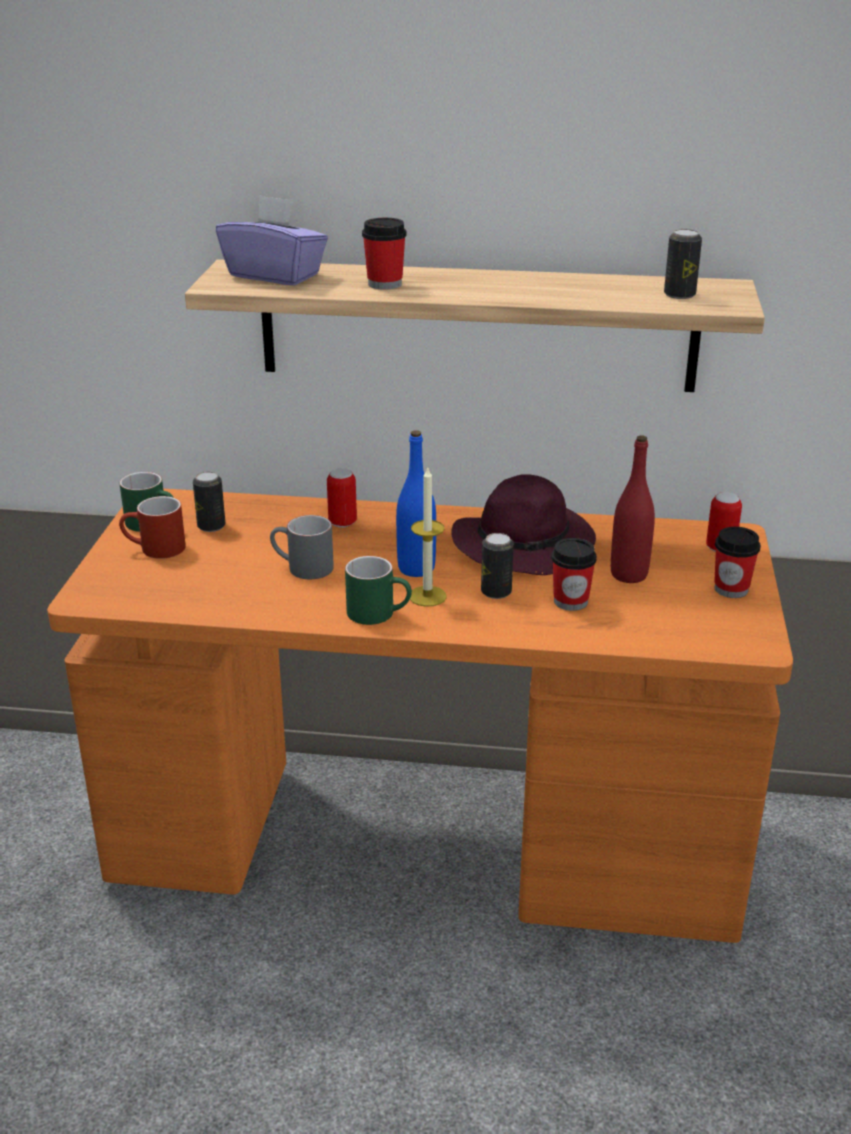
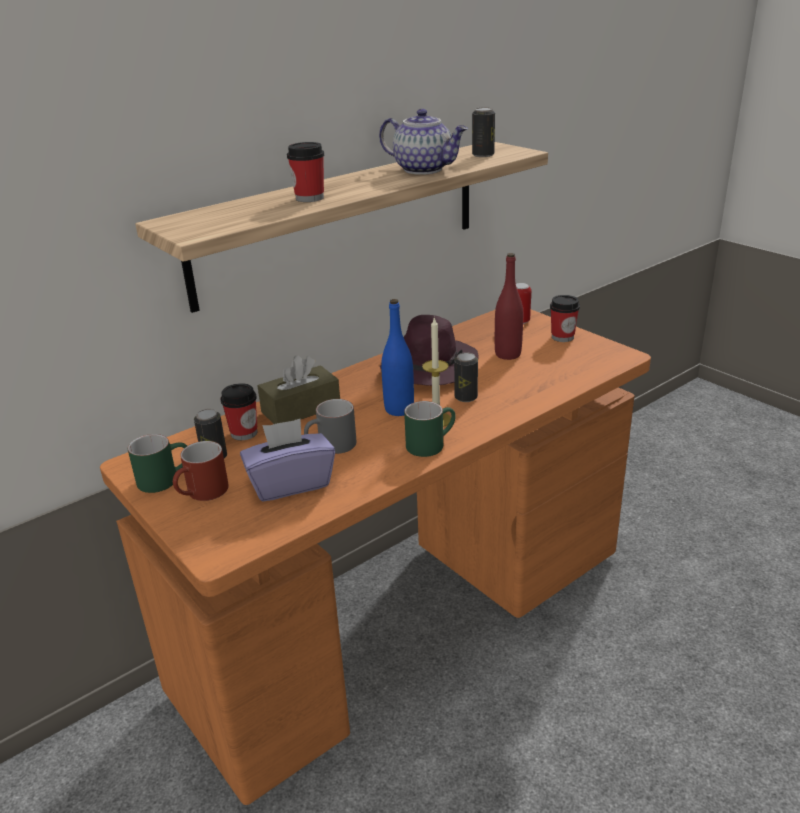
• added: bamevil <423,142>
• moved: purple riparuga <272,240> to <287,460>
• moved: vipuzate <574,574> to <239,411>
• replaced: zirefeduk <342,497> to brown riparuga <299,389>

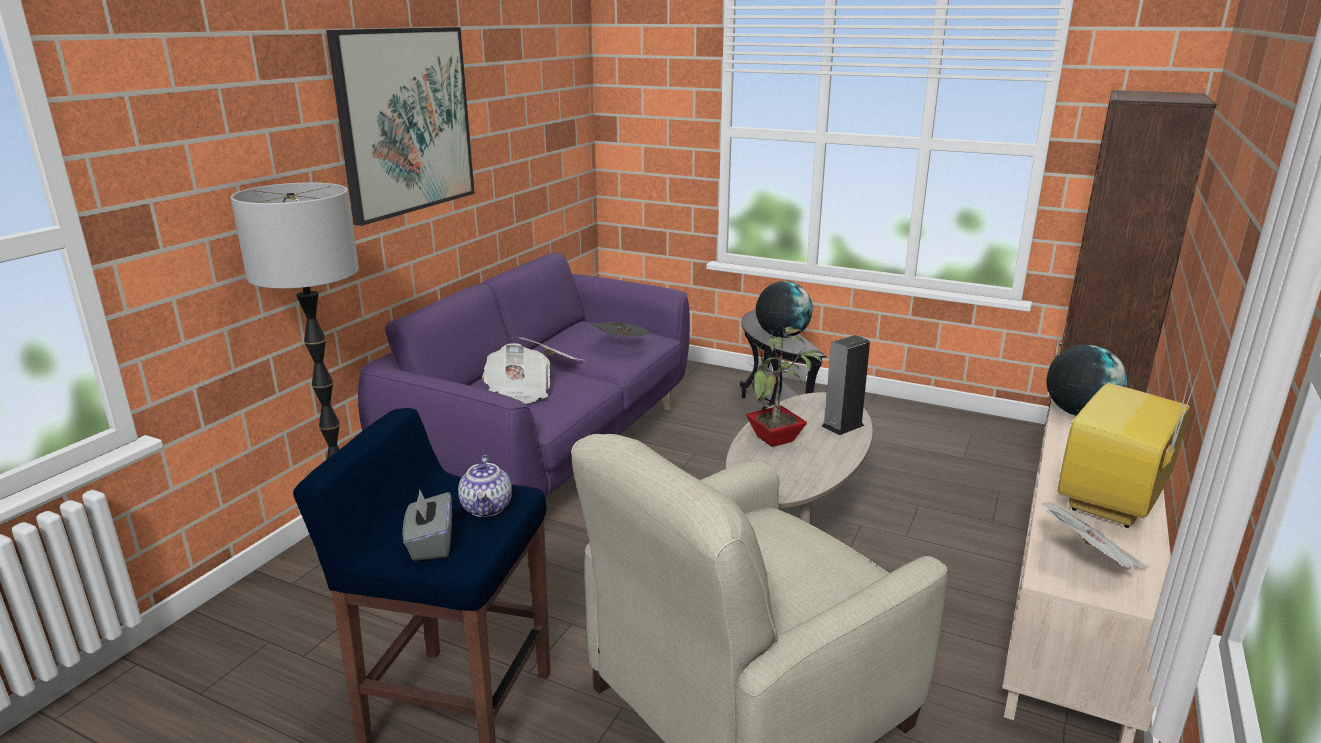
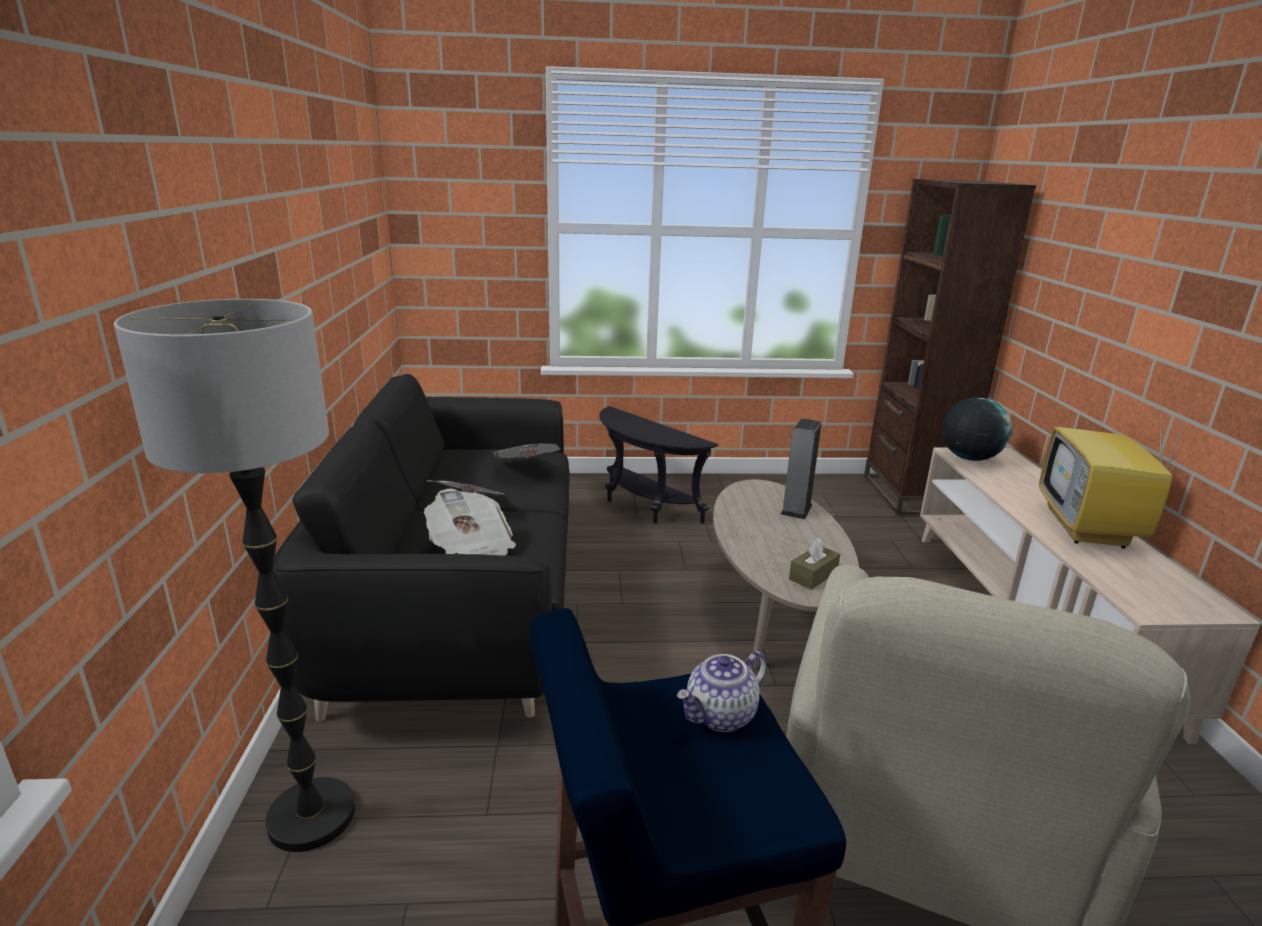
• removed: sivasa <400,126>
• removed: grey riparuga <427,525>
• removed: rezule <785,386>
• removed: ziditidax <784,309>
• removed: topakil <1096,536>
• added: brown riparuga <814,563>
• recoloured: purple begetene <524,374> to black begetene <421,547>
• turned: bamevil <485,486> = <722,691> 90 degrees clockwise

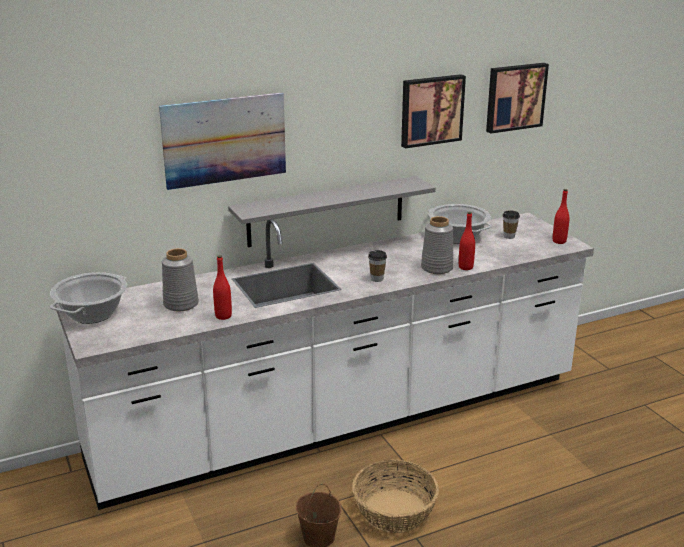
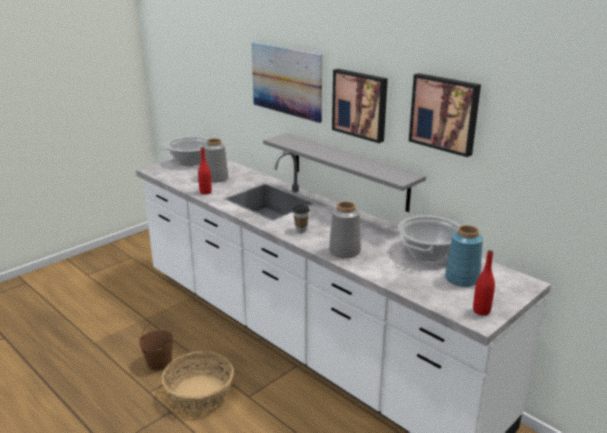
• removed: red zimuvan <467,241>
• moved: sivasa <517,98> to <360,106>
• replaced: vipuzate <511,224> to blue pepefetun <464,256>

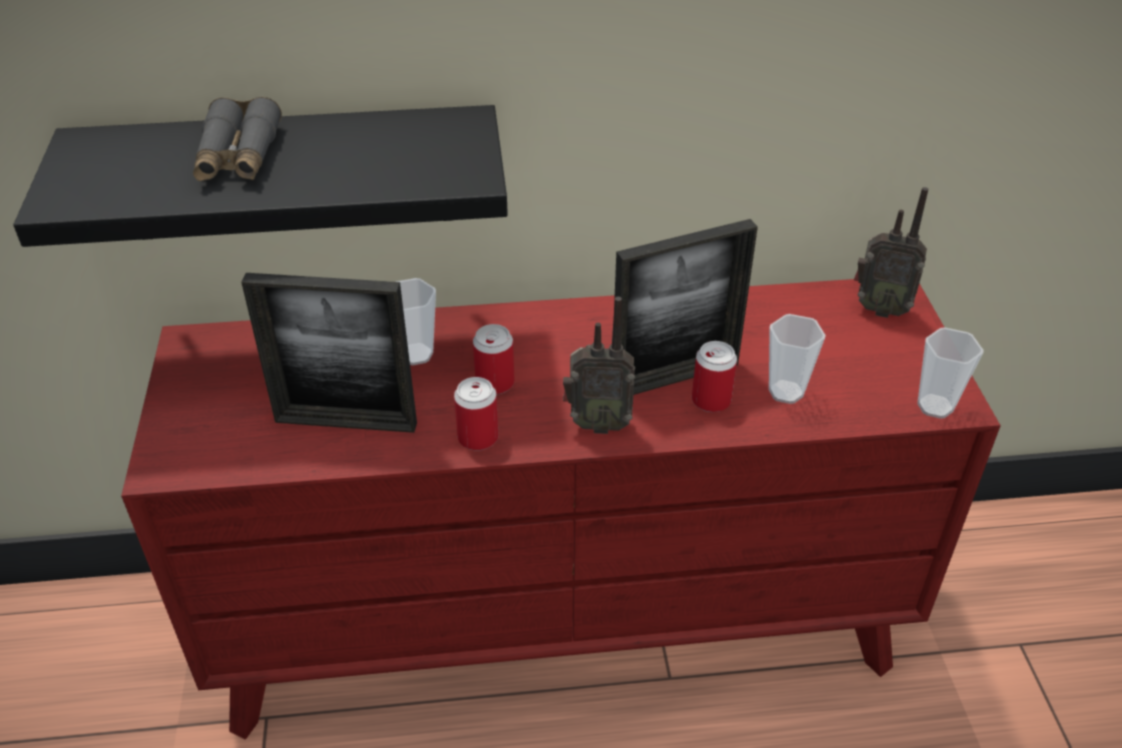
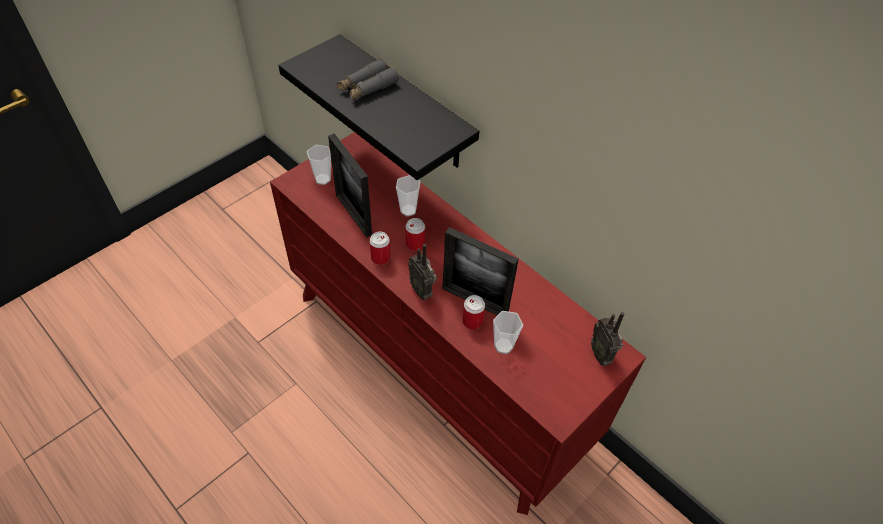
• moved: vipuzate <950,373> to <319,165>

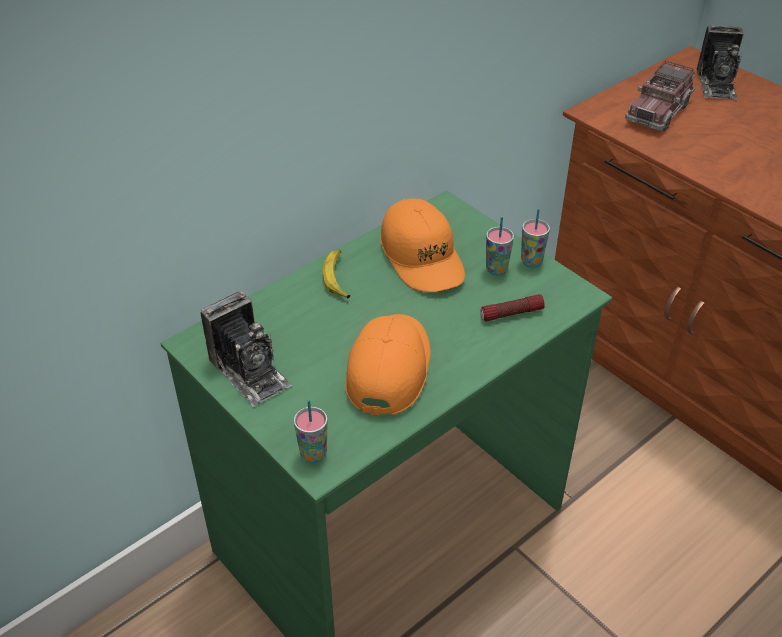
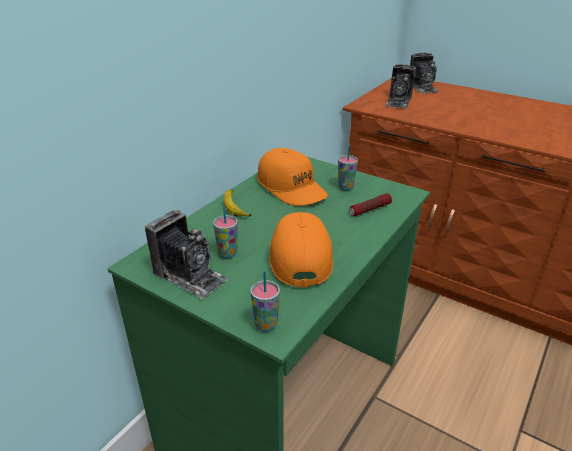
• moved: vipuzate <535,238> to <225,231>
• replaced: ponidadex <660,96> to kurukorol <401,86>

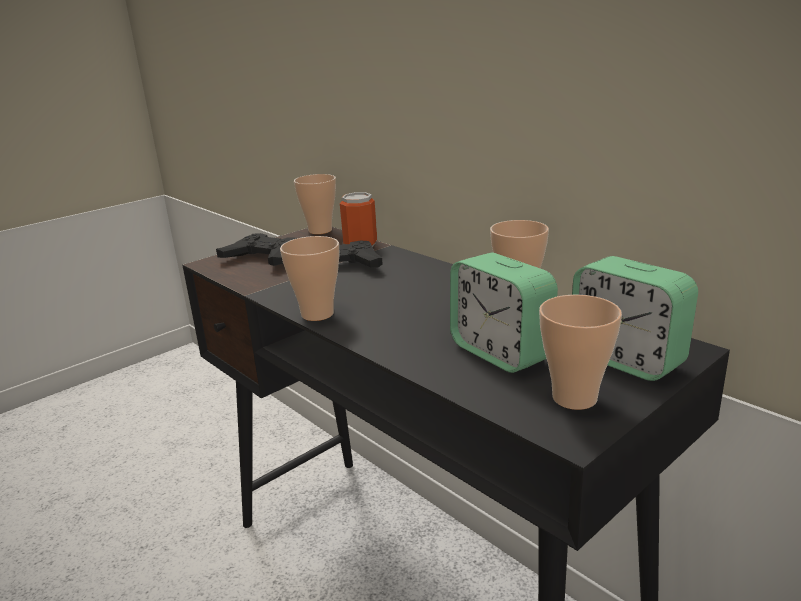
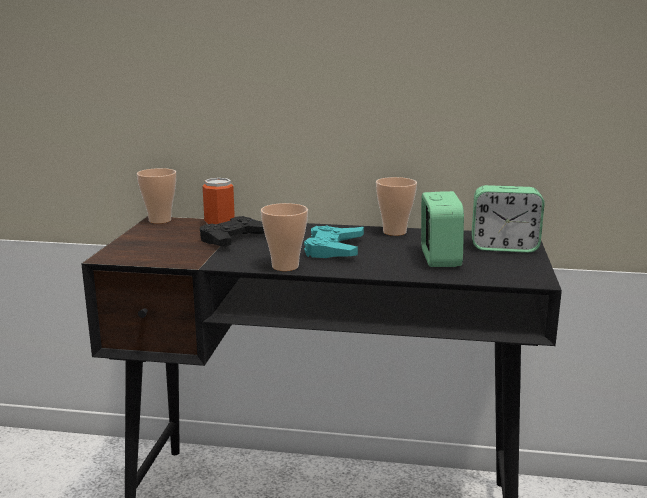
• removed: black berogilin <256,249>
• removed: vipuzate <580,352>
• added: turquoise berogilin <334,242>
• turned: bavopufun <504,313> = <442,229> 105 degrees counterclockwise

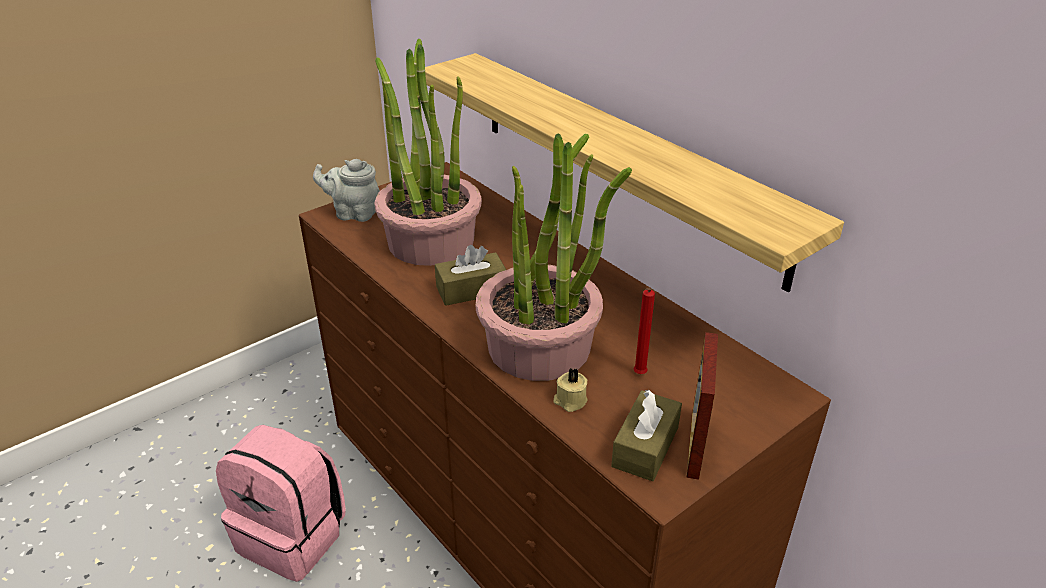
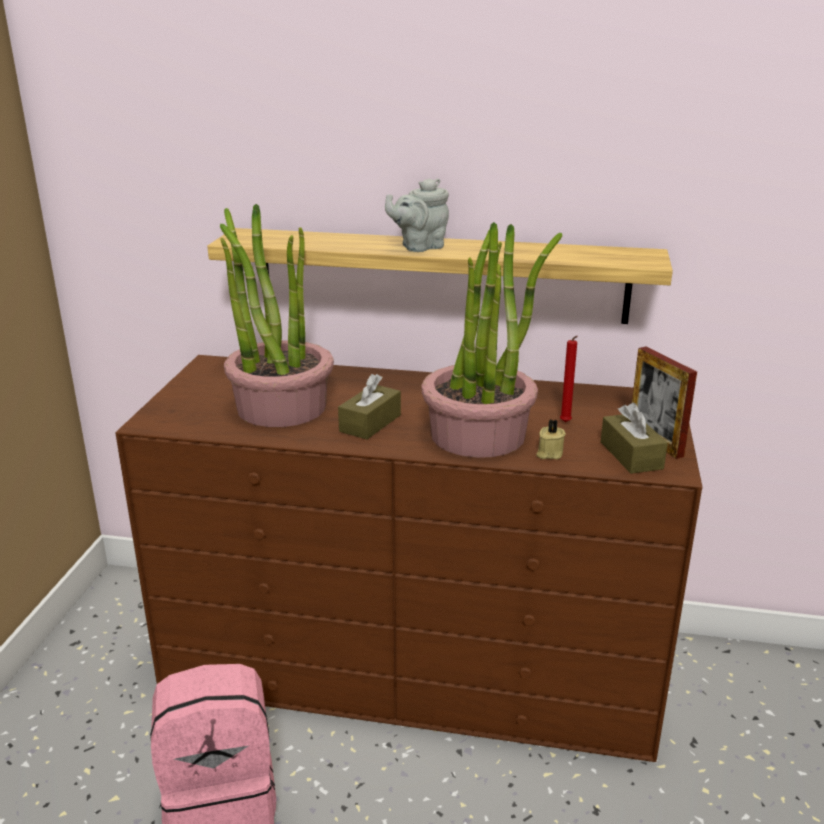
• moved: grey bamevil <346,190> to <417,215>

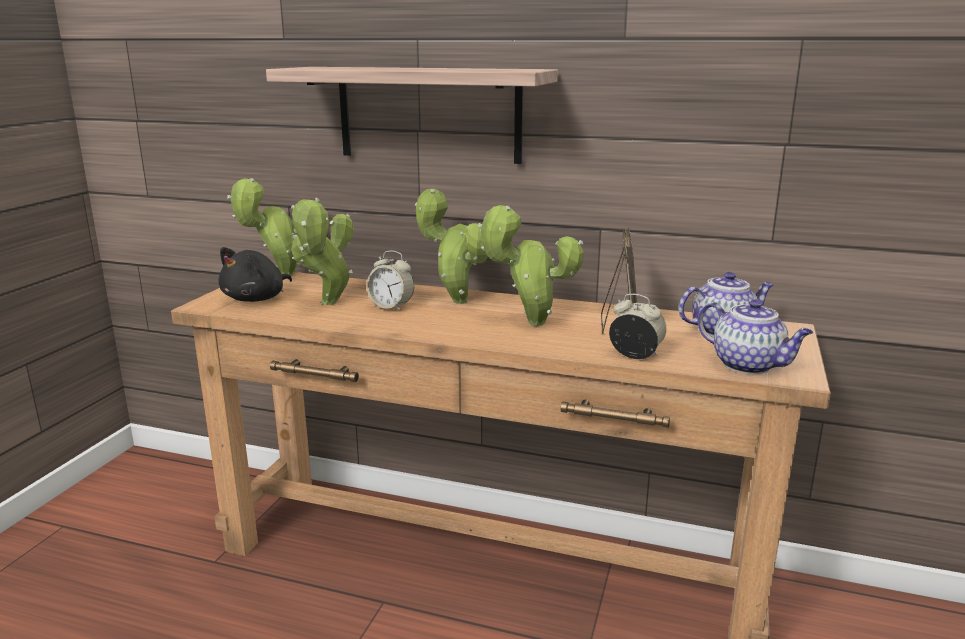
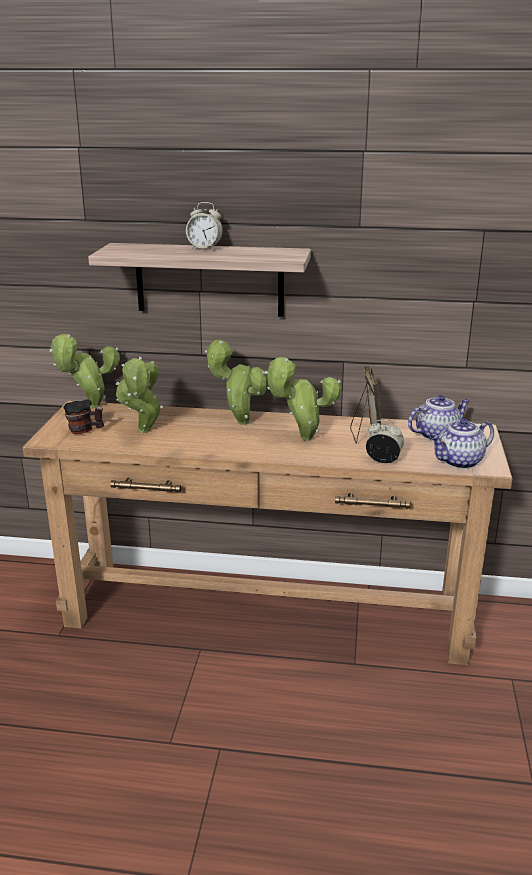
• moved: bavopufun <390,280> to <204,226>
• replaced: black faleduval <255,274> to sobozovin <84,417>
• turned: bamevil <755,336> = <462,443> 120 degrees clockwise

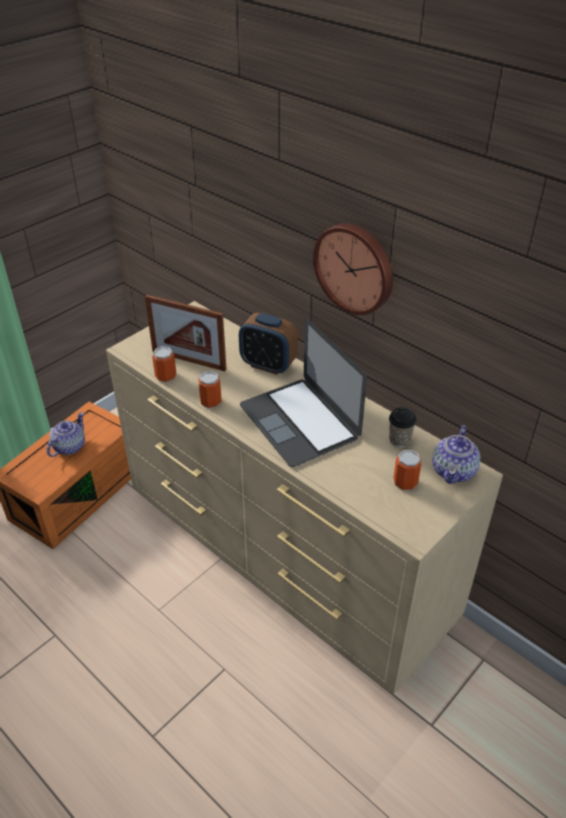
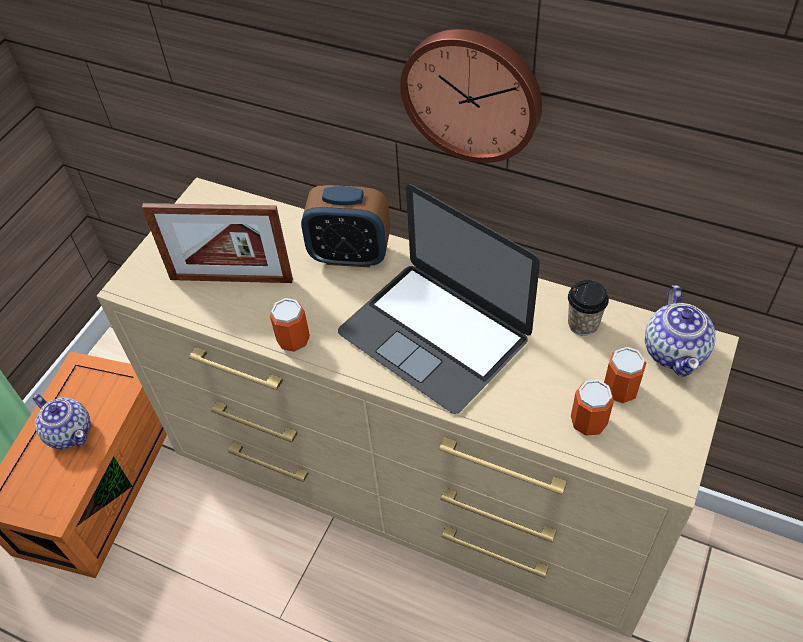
• moved: zirefeduk <164,364> to <592,407>
• turned: bamevil <65,434> = <62,421> 120 degrees clockwise

